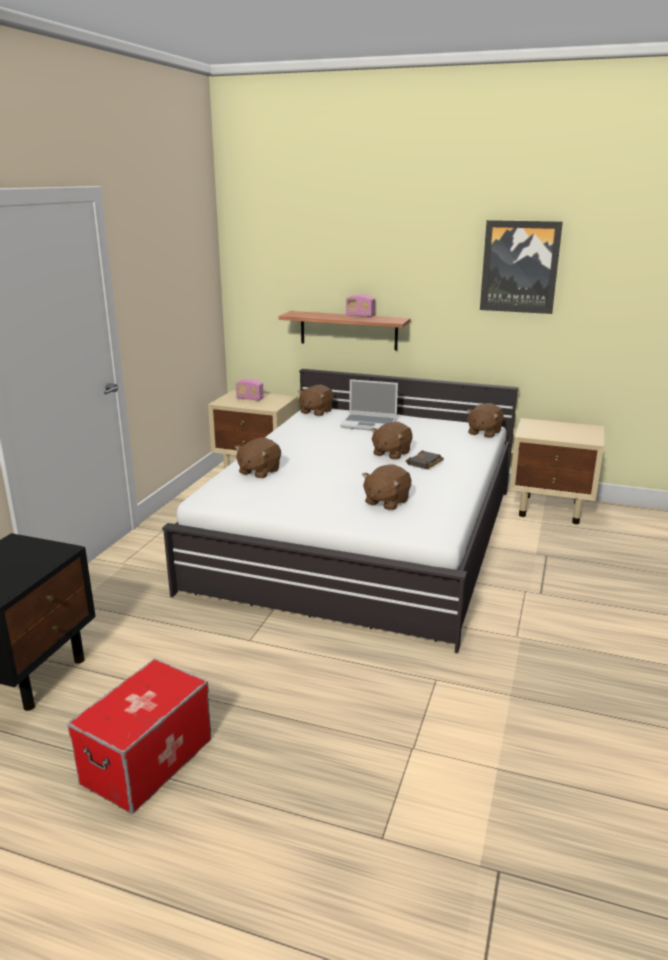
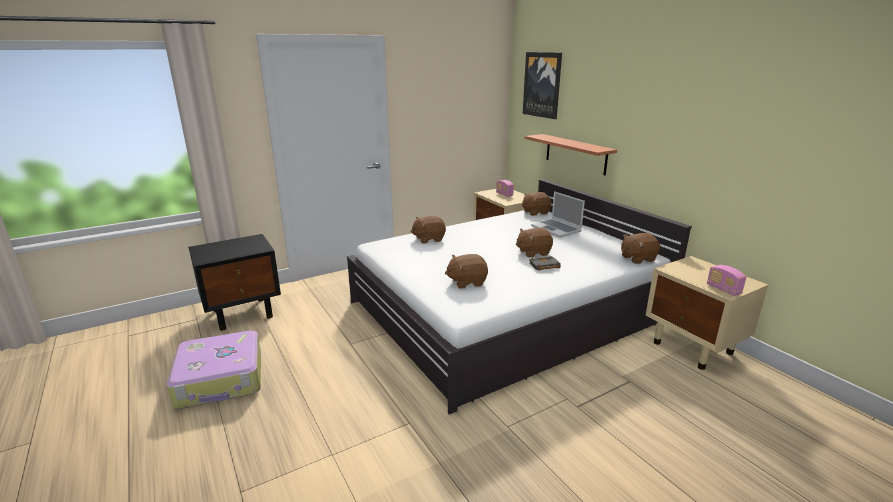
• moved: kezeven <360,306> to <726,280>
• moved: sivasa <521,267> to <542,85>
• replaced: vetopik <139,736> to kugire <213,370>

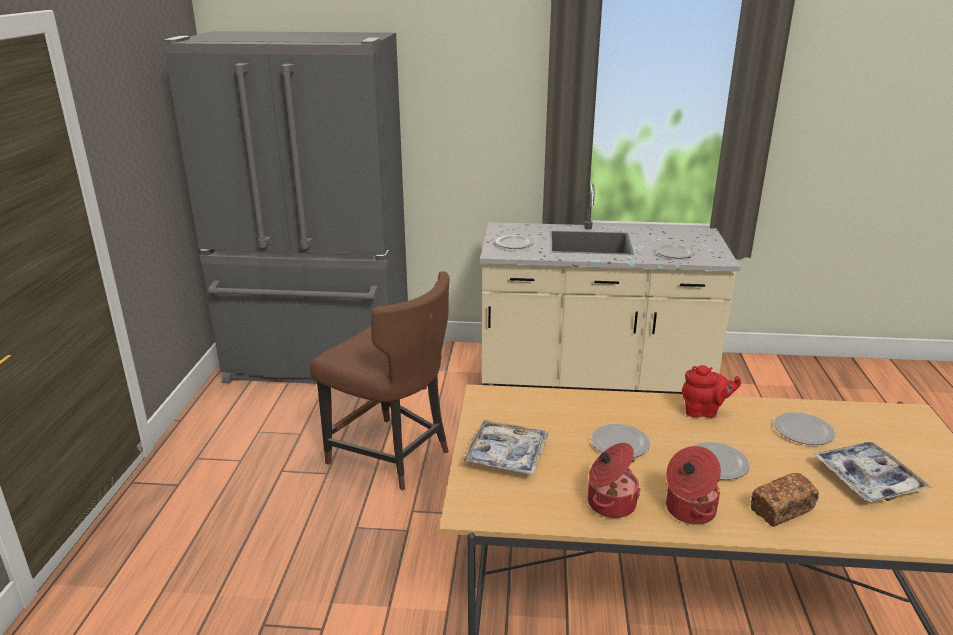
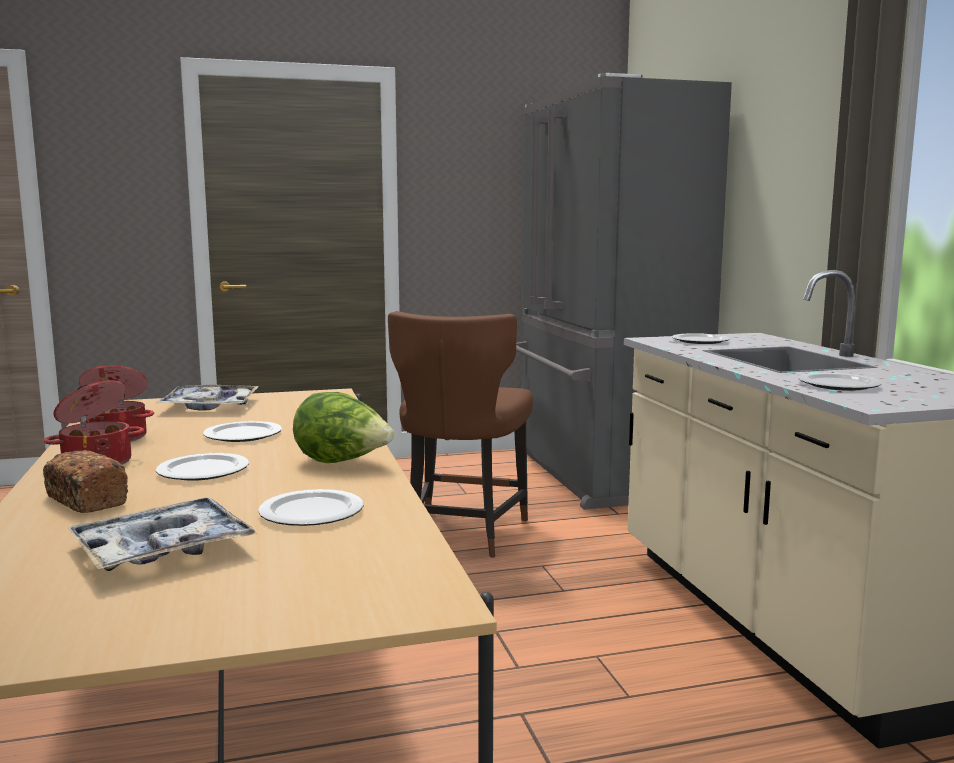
• replaced: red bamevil <711,391> to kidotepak <343,427>

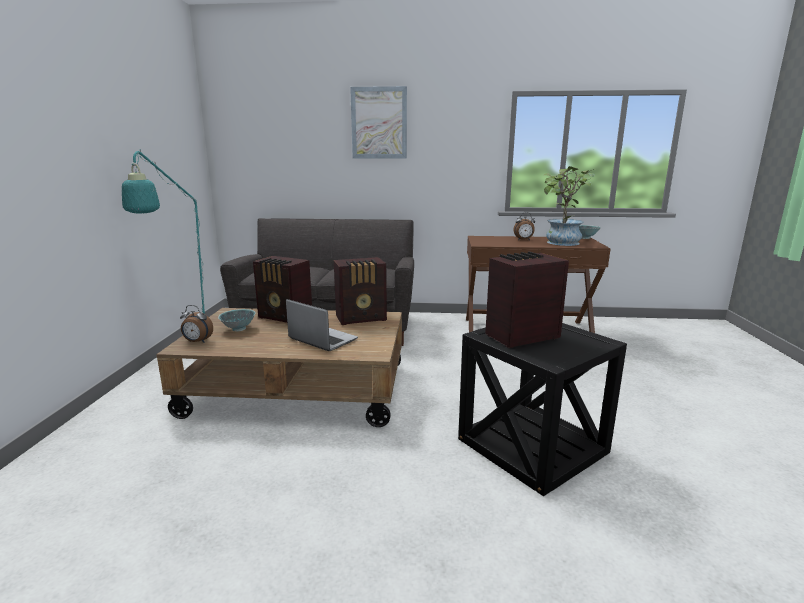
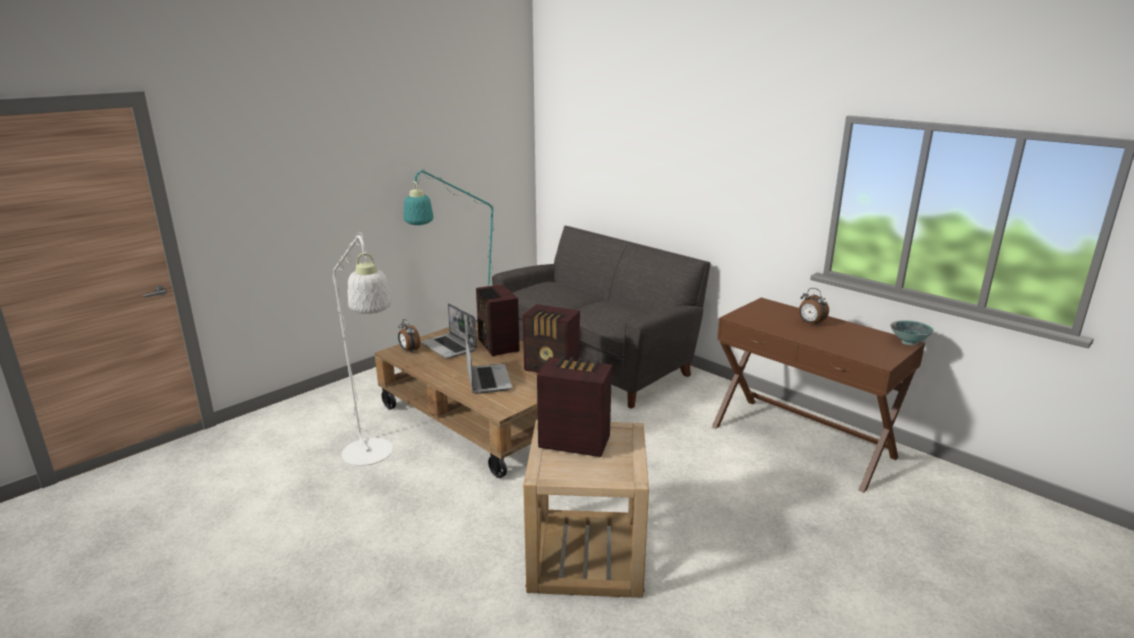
• removed: sivasa <378,122>
• removed: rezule <568,206>
• added: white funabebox <363,349>
• replaced: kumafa <237,320> to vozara <449,331>
• recoloured: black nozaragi <542,409> to beige nozaragi <586,509>

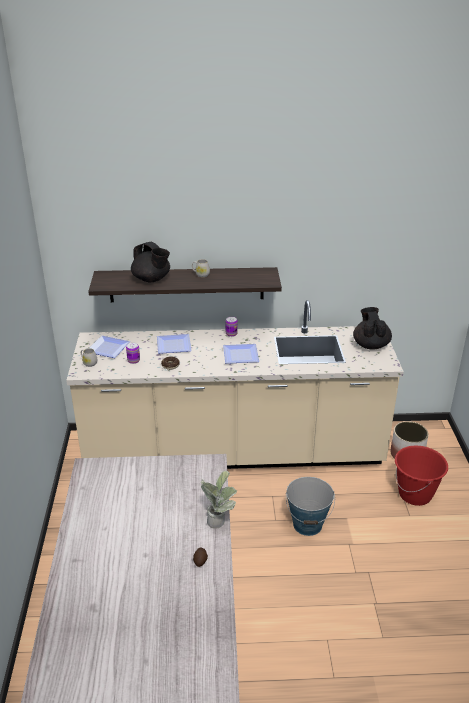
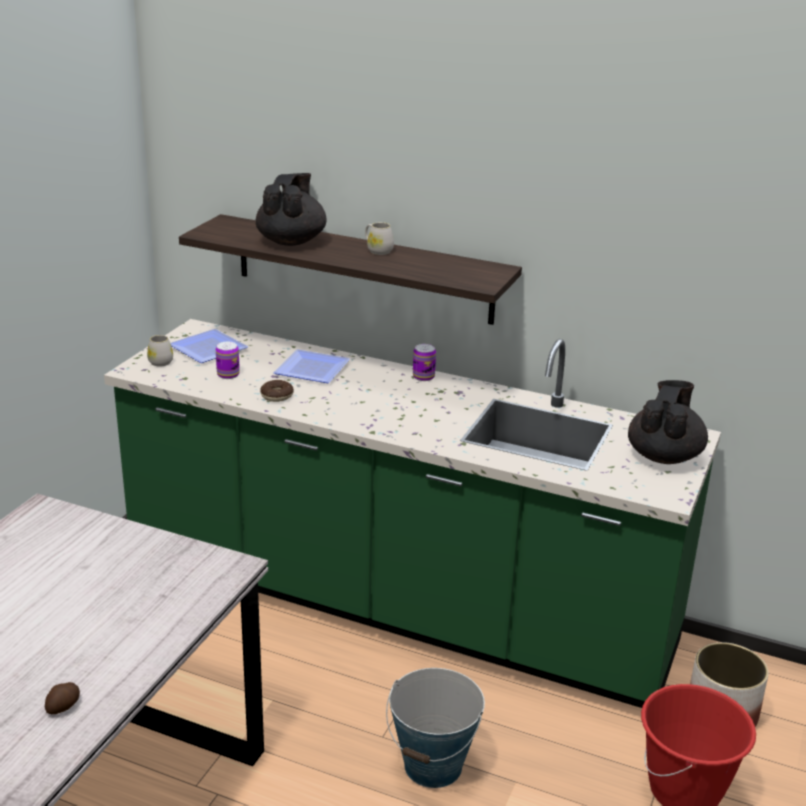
• removed: rezule <219,500>
• removed: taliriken <241,354>
• recoloured: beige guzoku <235,384> to green guzoku <412,513>
• turned: black bamevil <150,262> = <291,209> 150 degrees counterclockwise

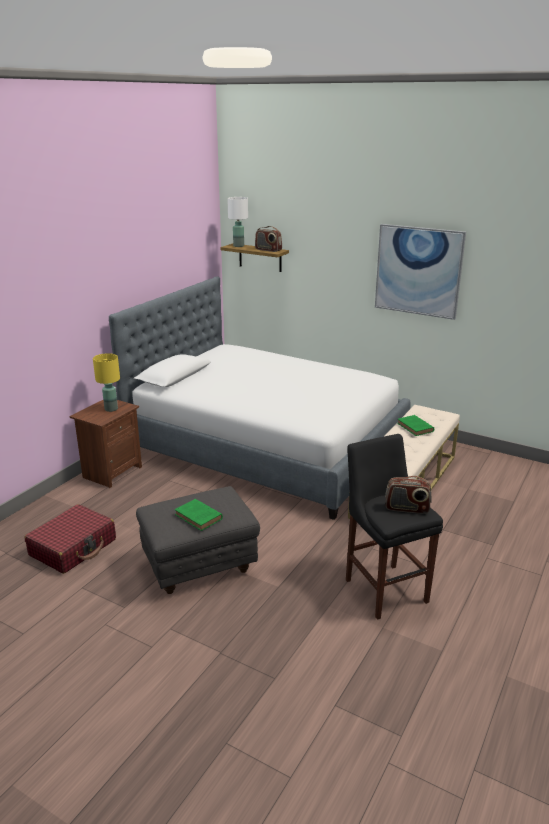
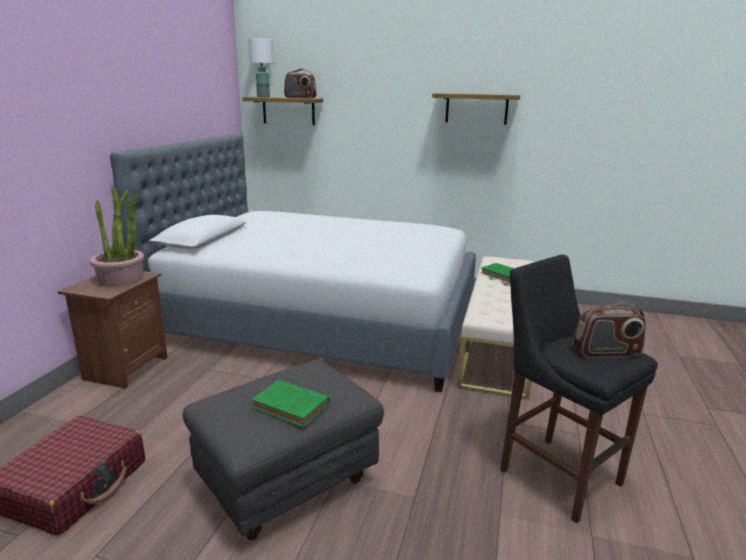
• replaced: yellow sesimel <106,382> to rezule <117,237>
• replaced: sivasa <420,272> to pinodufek <476,109>

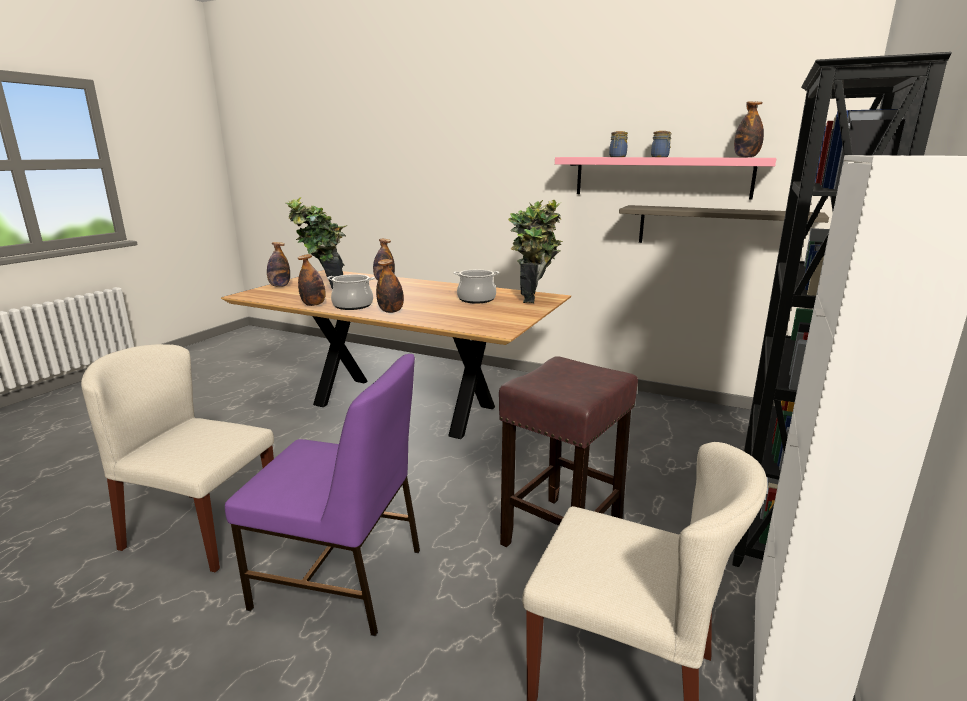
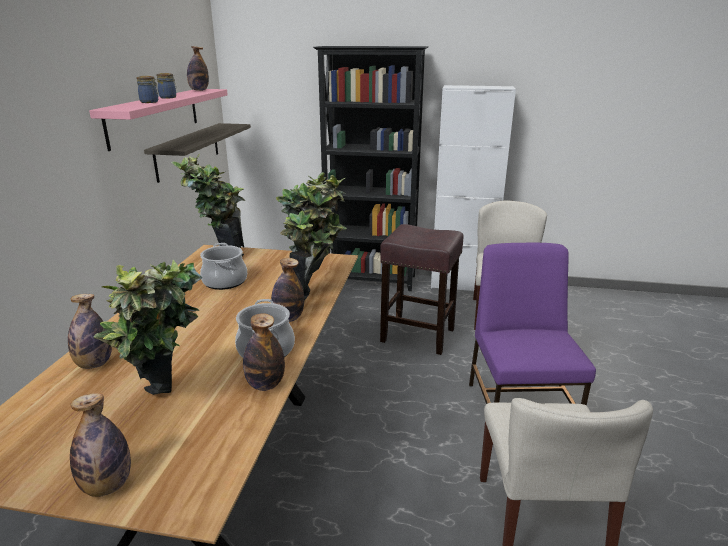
• added: rezule <311,236>

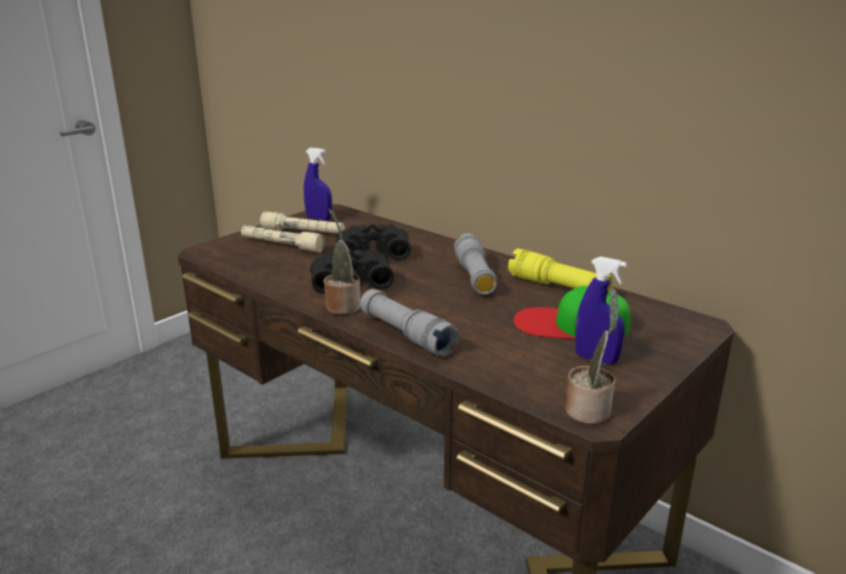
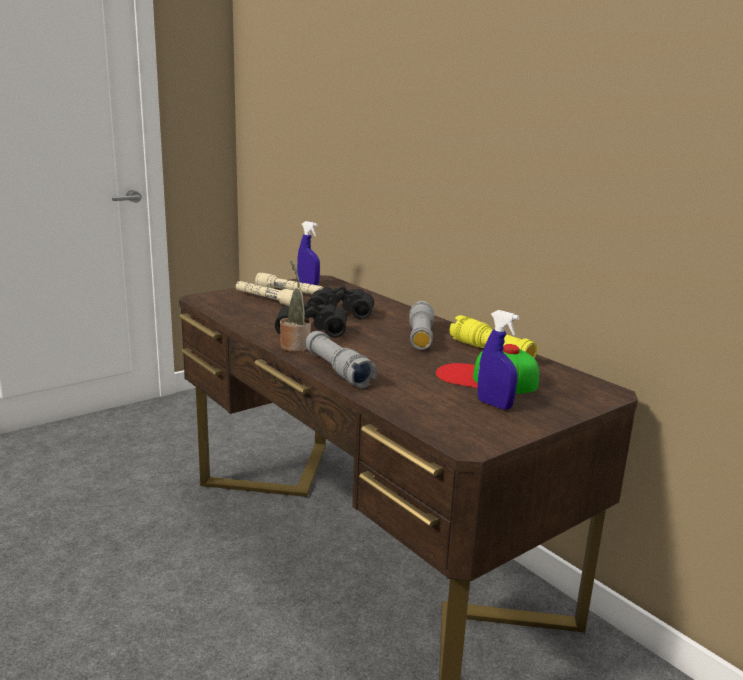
• removed: rezule <592,356>

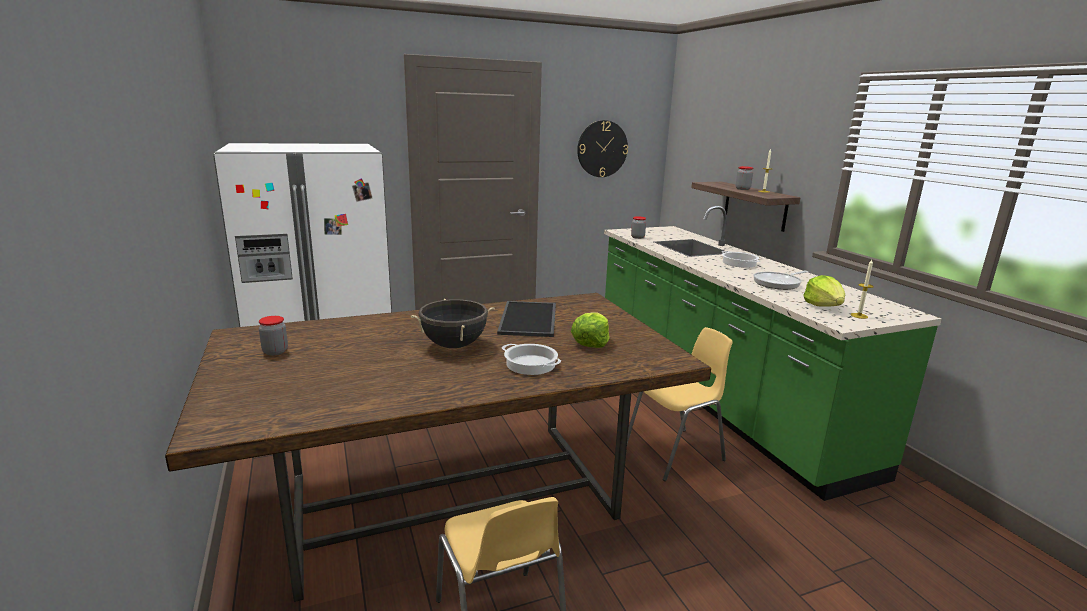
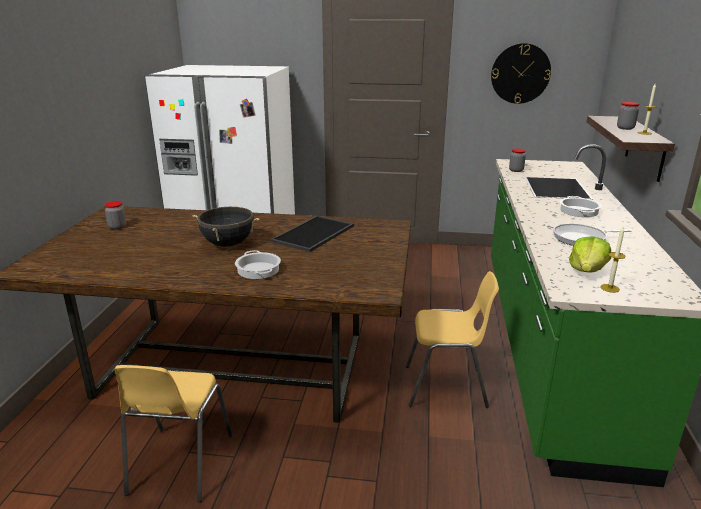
• removed: kidotepak <590,330>

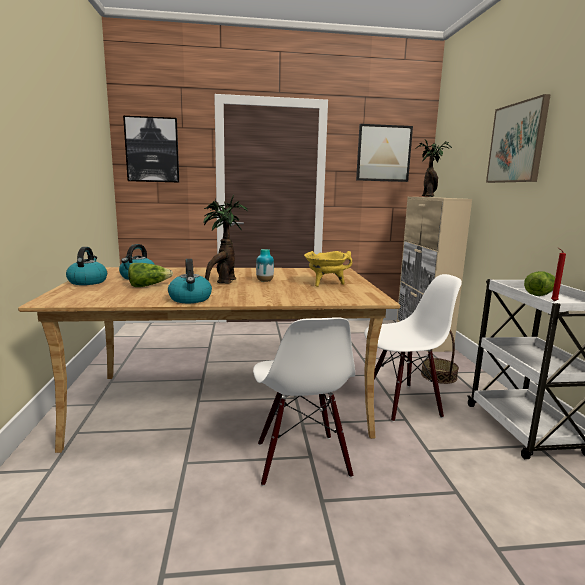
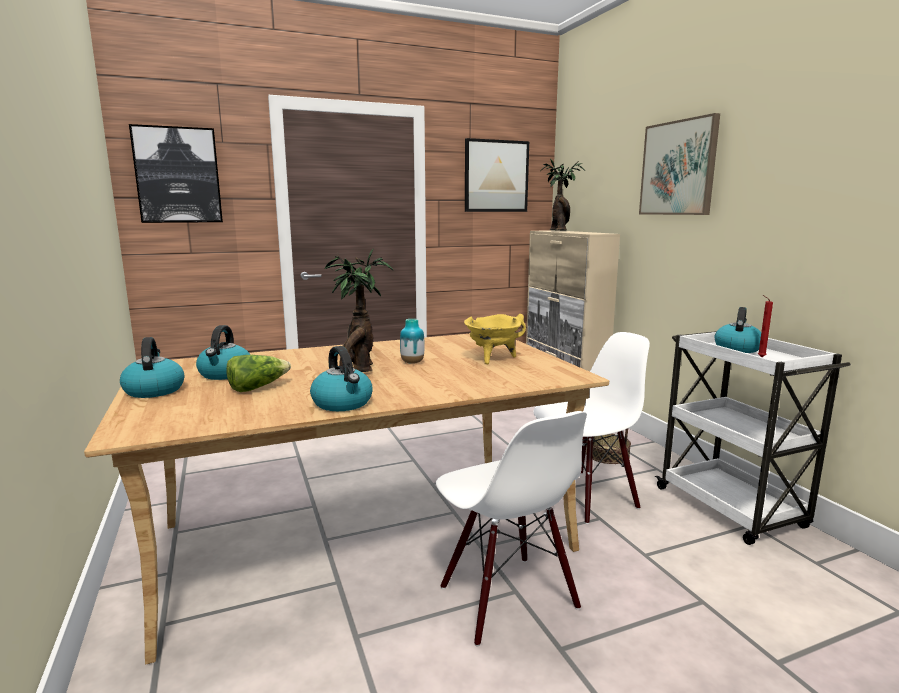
• replaced: kidotepak <539,283> to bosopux <737,330>

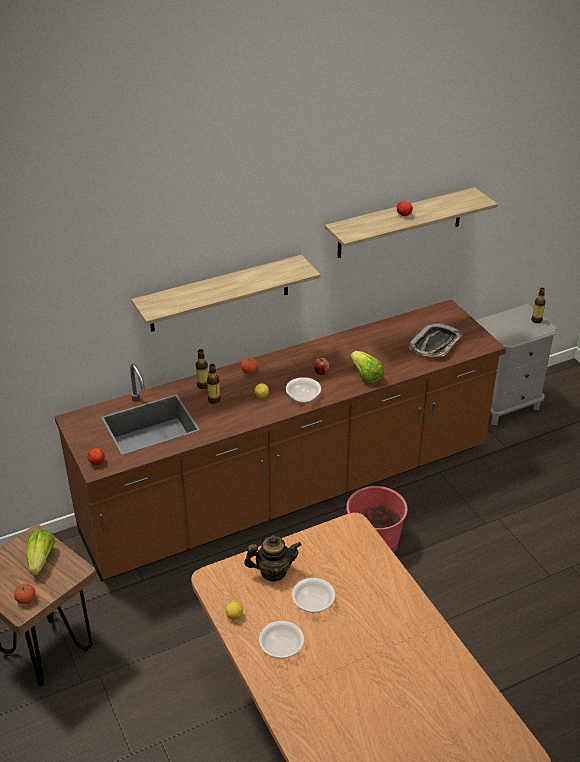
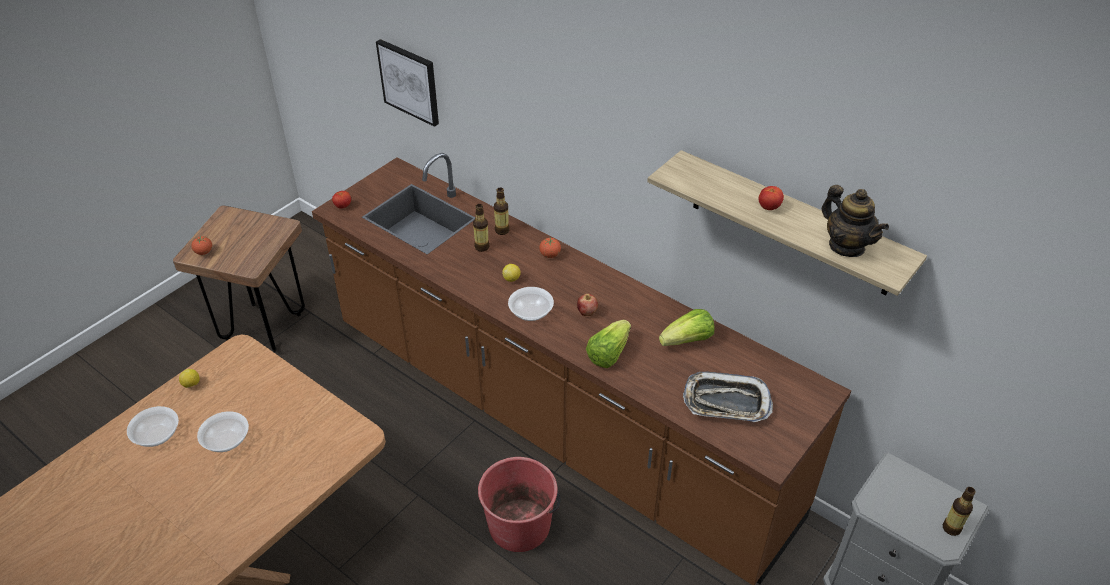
• removed: pinodufek <226,293>
• added: sivasa <407,83>
• moved: kidotepak <41,552> to <686,327>
• moved: bamevil <273,558> to <855,221>

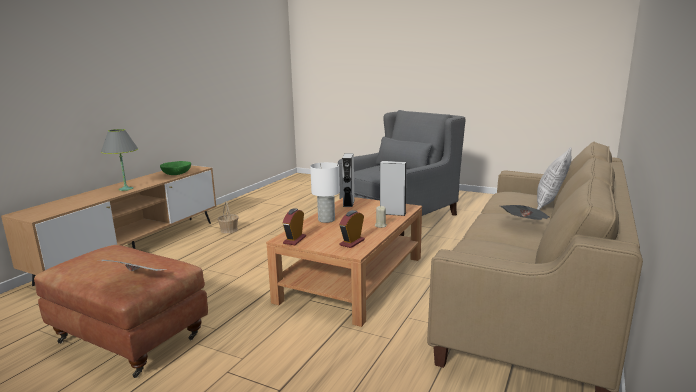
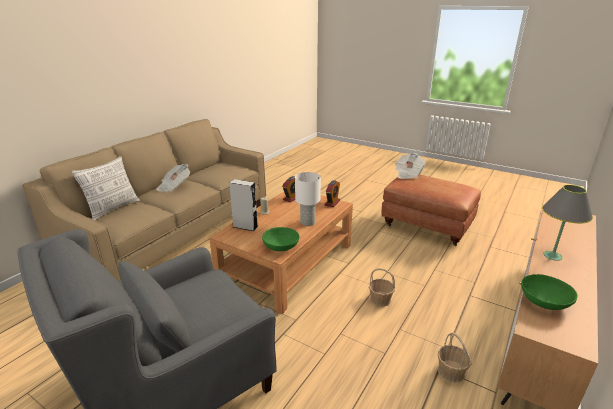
• added: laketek <382,287>
• replaced: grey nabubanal <348,180> to green kumafa <280,239>

